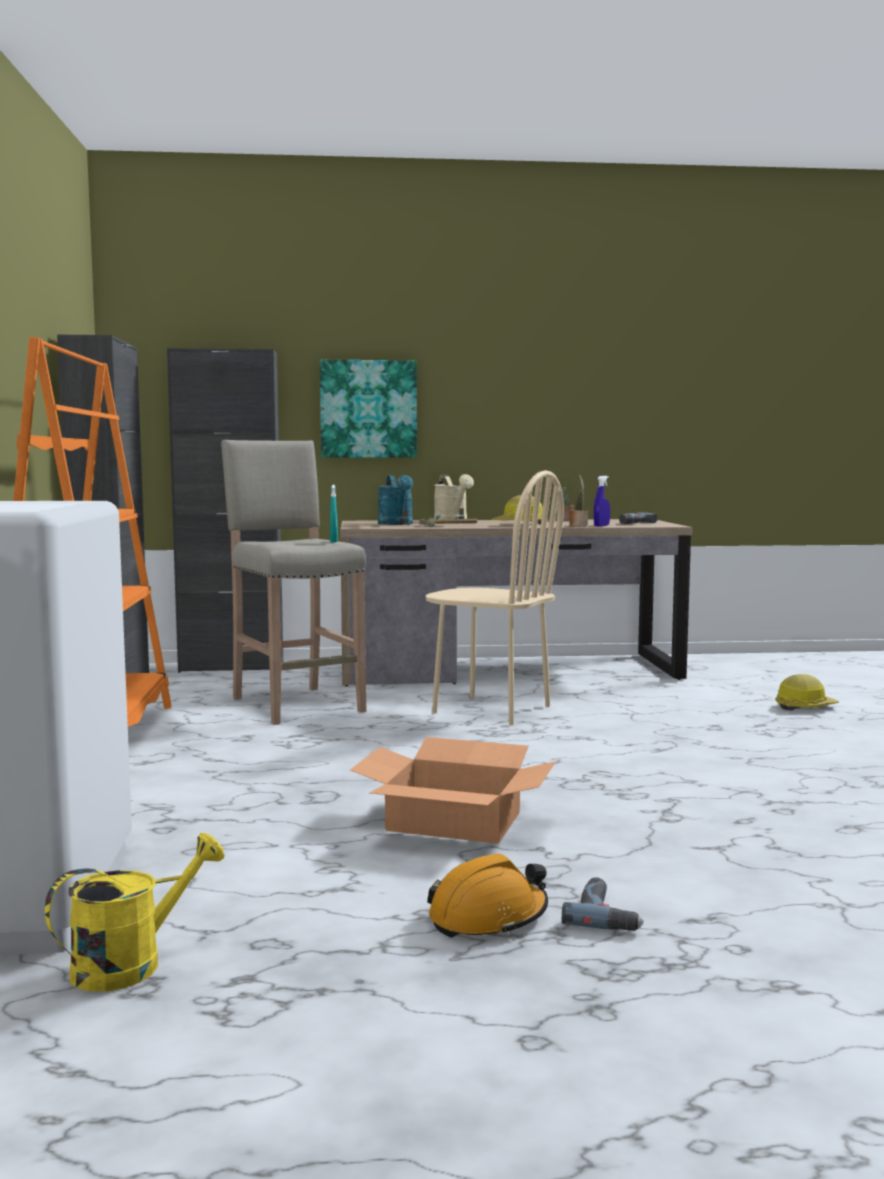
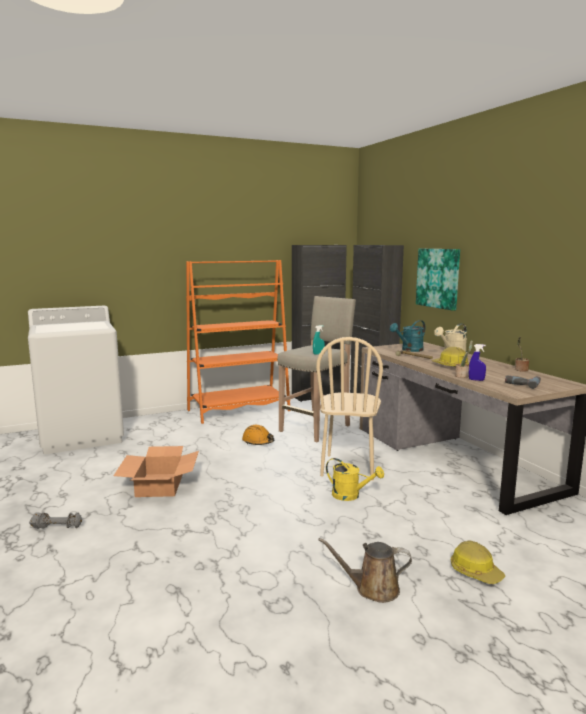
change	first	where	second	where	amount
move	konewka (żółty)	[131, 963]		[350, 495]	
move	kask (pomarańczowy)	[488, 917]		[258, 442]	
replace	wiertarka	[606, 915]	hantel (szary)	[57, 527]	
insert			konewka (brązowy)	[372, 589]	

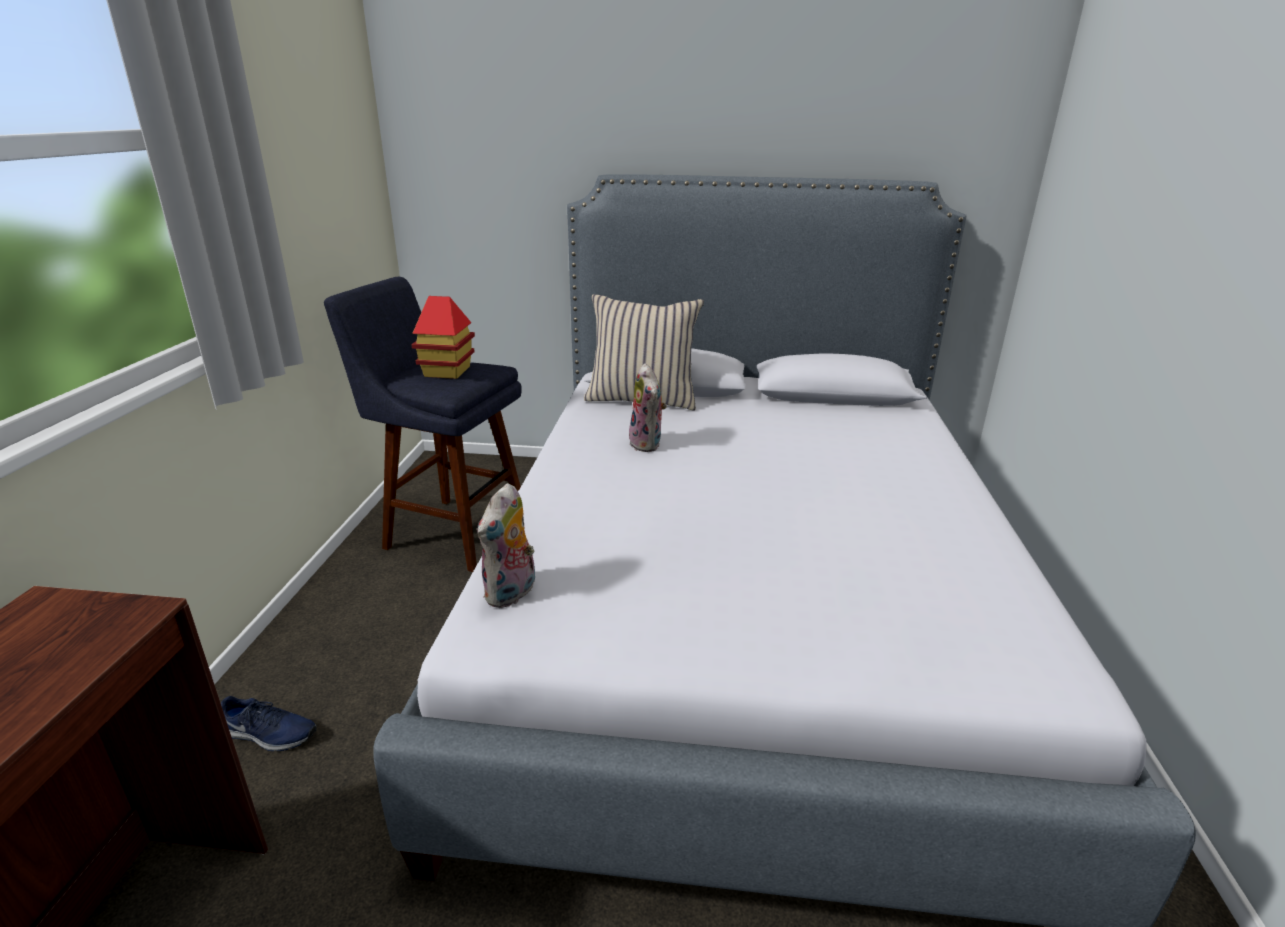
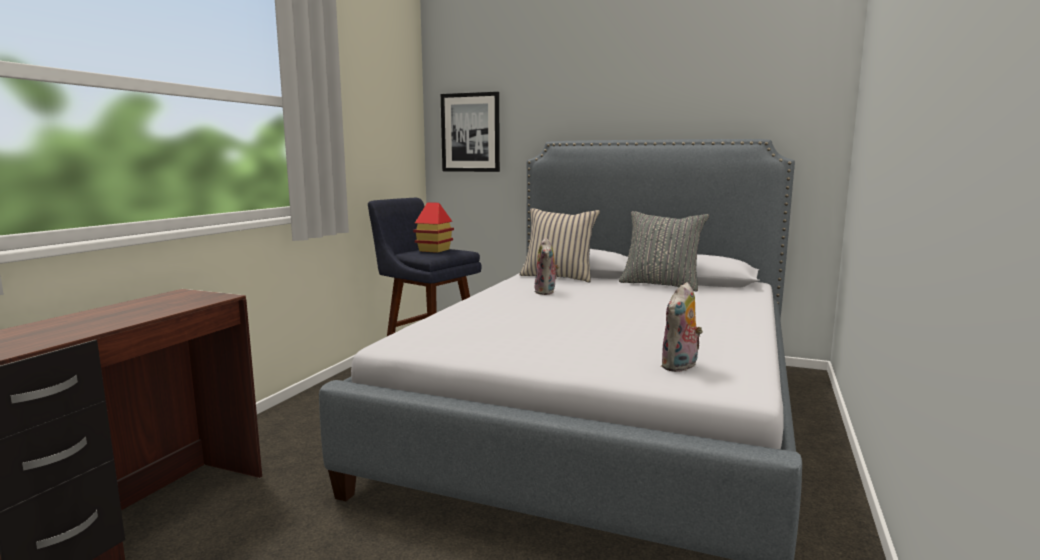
change	first	where	second	where	amount
delete	but (niebieski)	[268, 734]			
move	pluszak	[512, 594]		[680, 367]	
insert			obraz	[470, 132]	
insert			poduszka (szary)	[661, 284]	

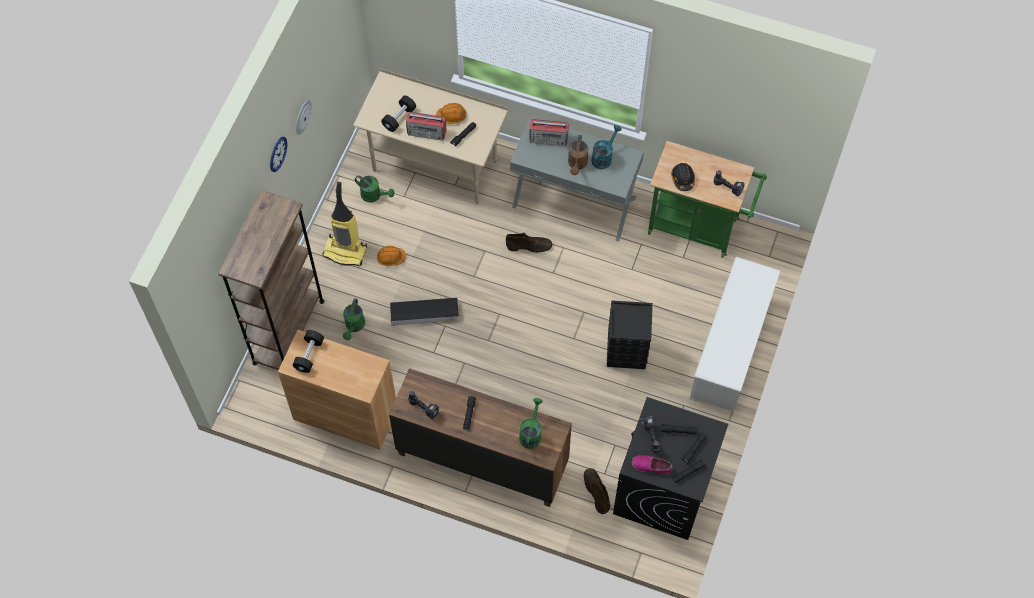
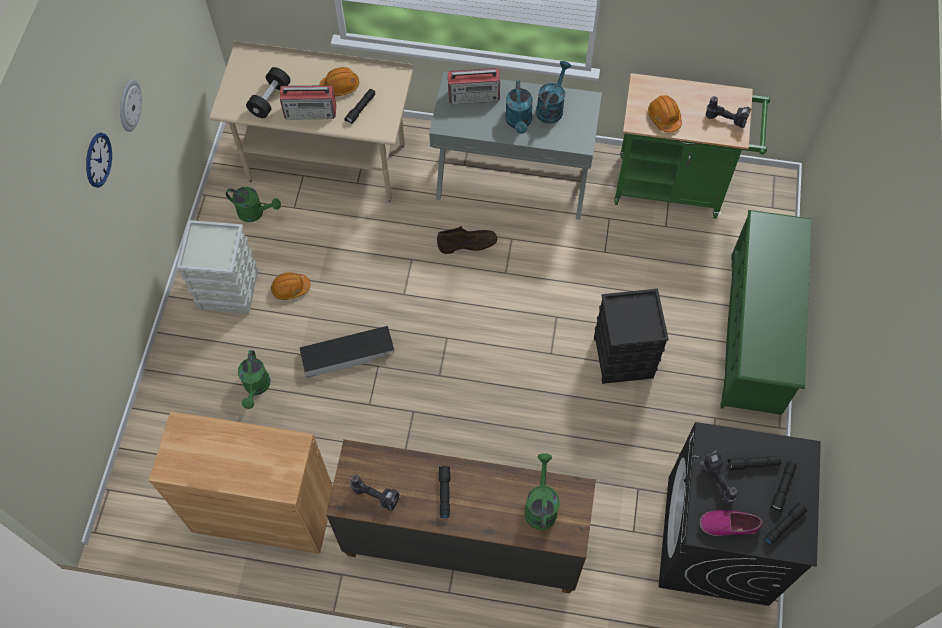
change	first	where	second	where	amount
delete	regał (brązowy)	[288, 332]			
delete	hantel (czarny)	[309, 355]			
replace	odkurzacz	[346, 251]	pojemnik do przechowywania (szary)	[229, 290]	
recolor	konewka (brązowy)	[577, 164]	konewka (turkusowy)	[519, 122]	
delete	but z cholewką (brązowy)	[596, 491]			
recolor	kask (czarny)	[682, 179]	kask (pomarańczowy)	[664, 117]	
recolor	regał na buty (biały)	[730, 349]	regał na buty (zielony)	[756, 333]	

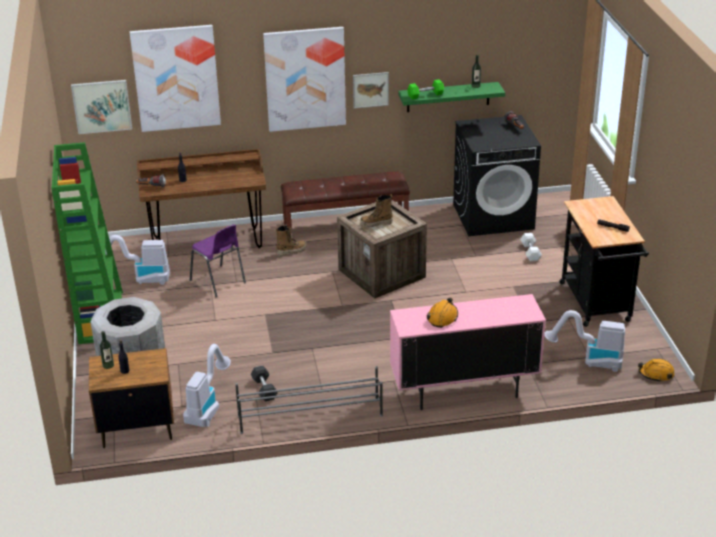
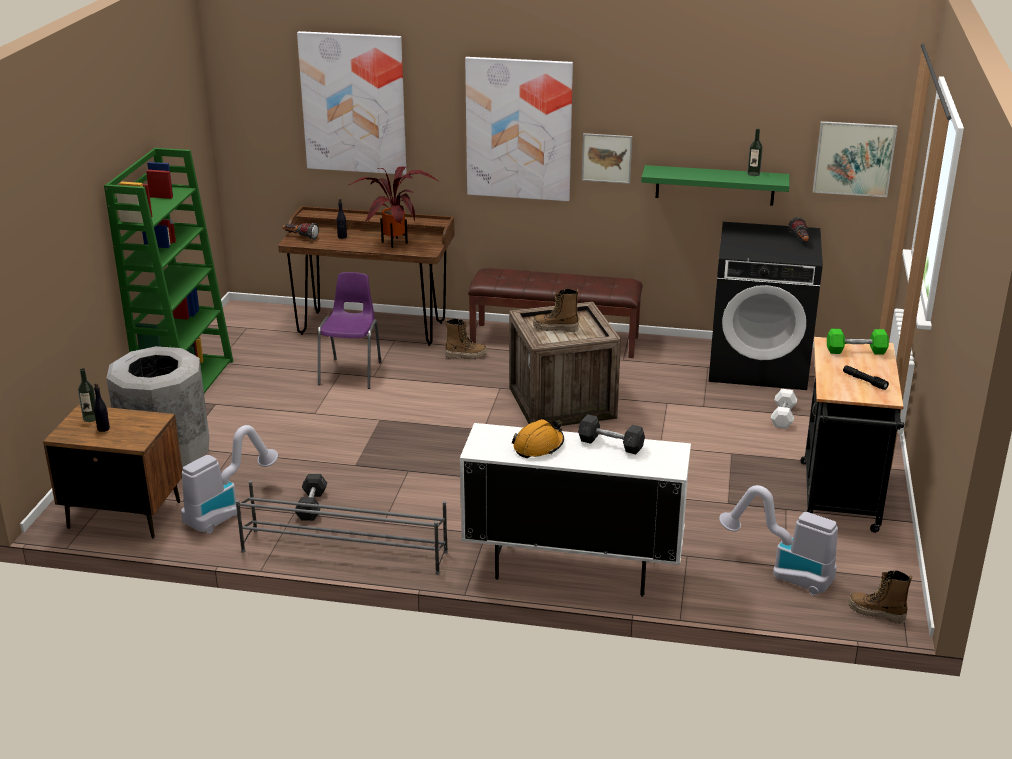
change	first	where	second	where	amount
move	obraz	[102, 106]		[854, 158]	
delete	odkurzacz	[140, 279]			
rotate	krzesło (fioletowy)	[218, 282]		[352, 373]	150 degrees counterclockwise
recolor	szafka (różowy)	[463, 391]	szafka (biały)	[572, 570]	
move	hantel (zielony)	[425, 95]		[856, 351]	
replace	kask (pomarańczowy)	[656, 374]	but z cholewką	[876, 613]	
insert			roślina doniczkowa	[394, 244]	
insert			hantel (szary)	[610, 444]	

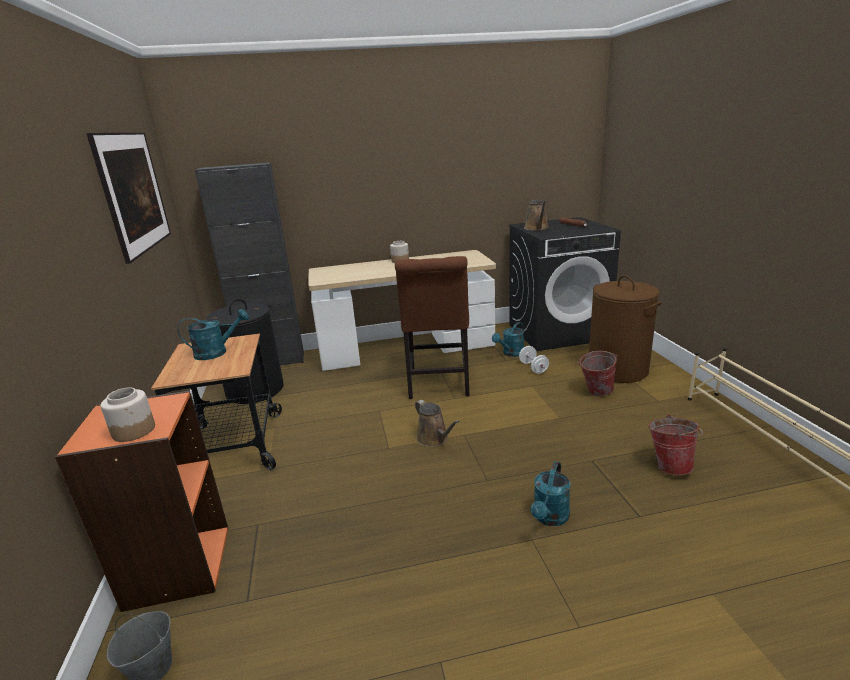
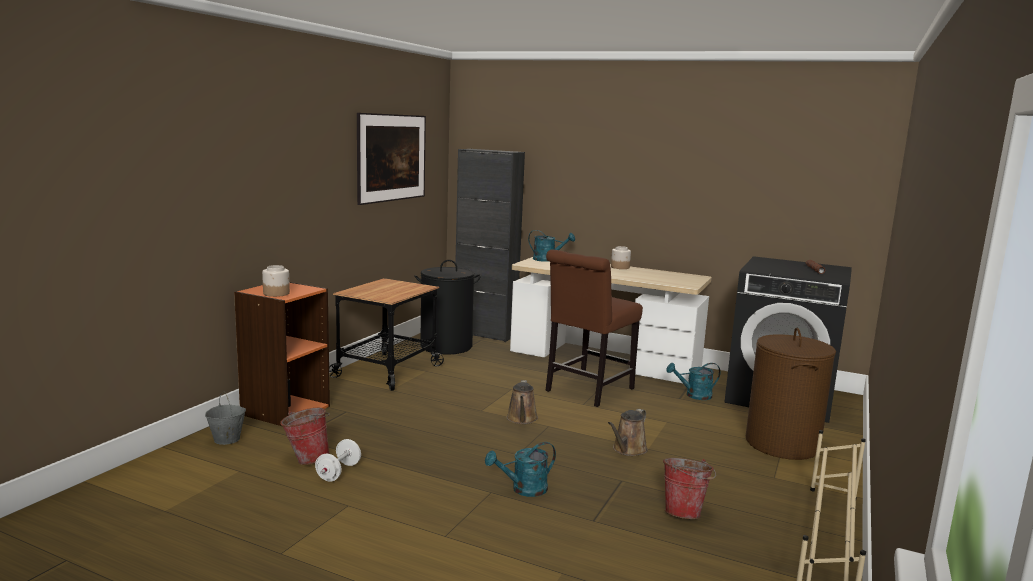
change	first	where	second	where	amount
move	konewka (turkusowy)	[217, 352]		[548, 260]	
move	hantel (biały)	[533, 368]		[338, 472]	
move	konewka (brązowy)	[537, 228]		[628, 450]	
move	wiadro	[595, 392]		[306, 459]	

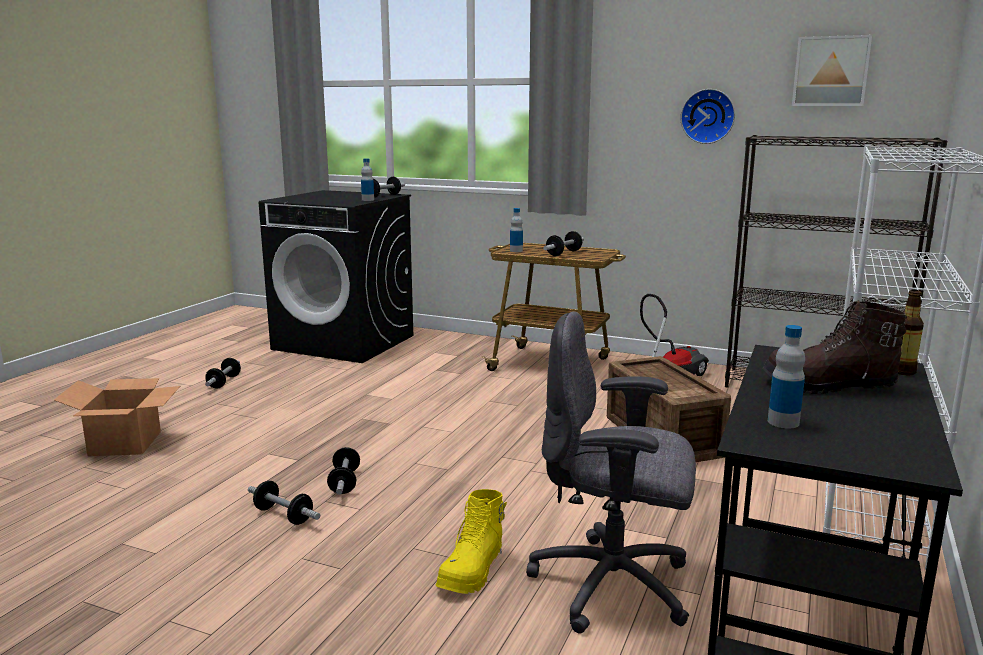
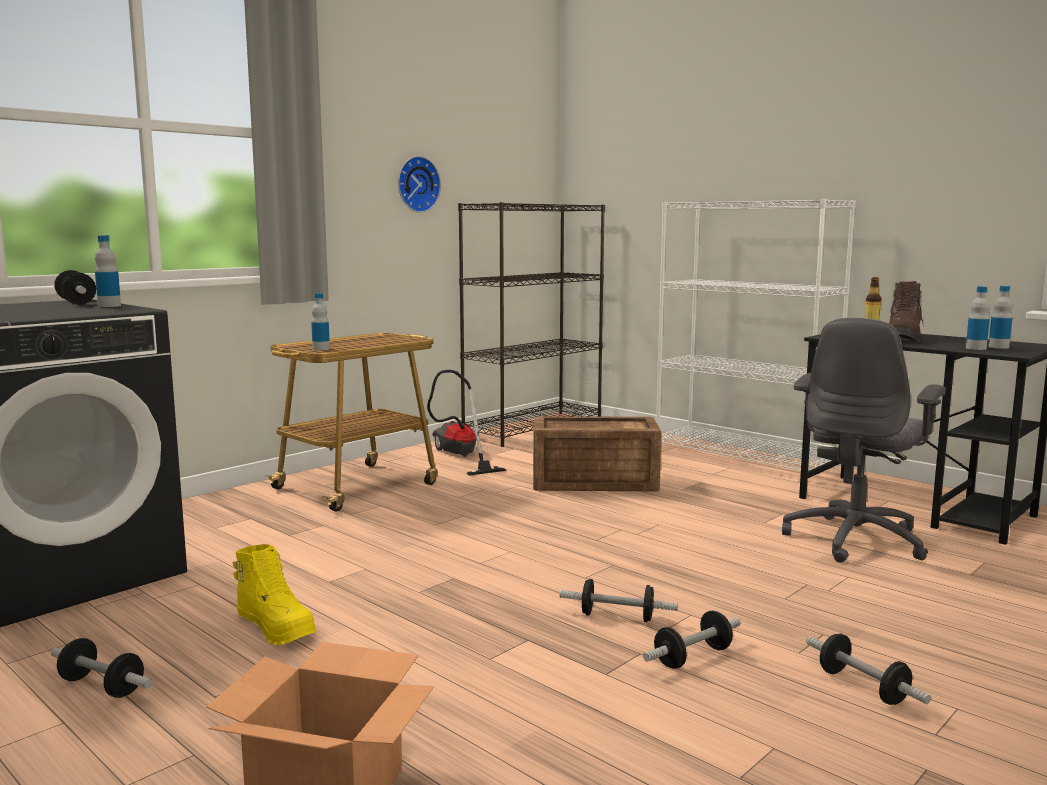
change	first	where	second	where	amount
move	but z cholewką (żółty)	[473, 571]		[277, 628]	
move	hantel	[564, 253]		[863, 687]	
delete	obraz	[830, 71]			
insert			butelka	[998, 347]	

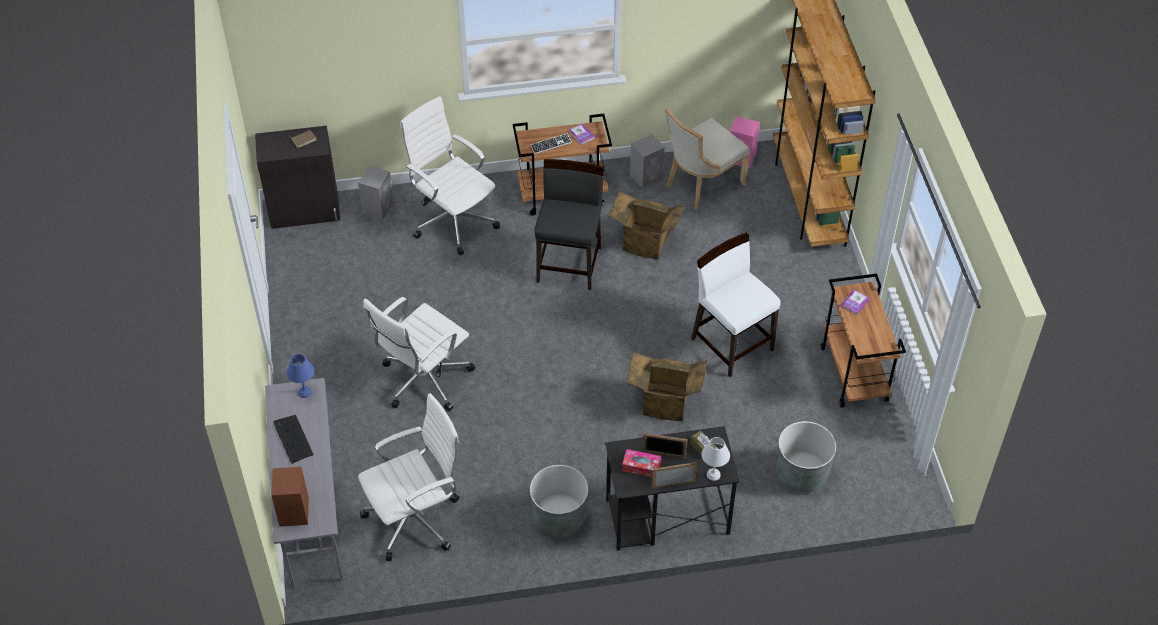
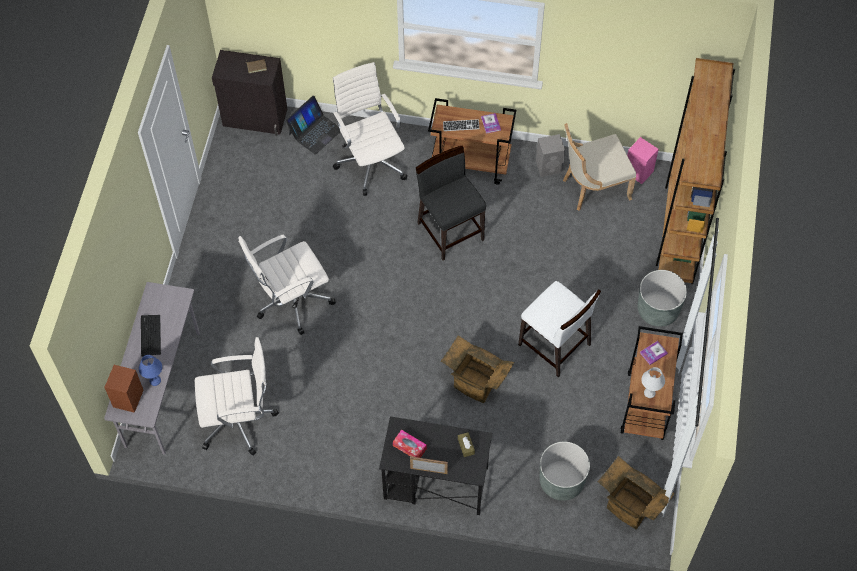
change	first	where	second	where	amount
move	lampa stołowa (niebieski)	[305, 392]		[155, 381]	
replace	głośnik (szary)	[378, 208]	laptop	[315, 131]	
move	donica (szary)	[559, 517]		[658, 310]	
rotate	krzesło (czarny)	[570, 264]		[450, 230]	60 degrees counterclockwise
move	karton	[644, 243]		[629, 506]	
delete	ramka na zdjęcie	[663, 455]			
rotate	krzesło (biały)	[732, 343]		[554, 345]	150 degrees clockwise
move	lampa stołowa (biały)	[712, 474]		[649, 392]	

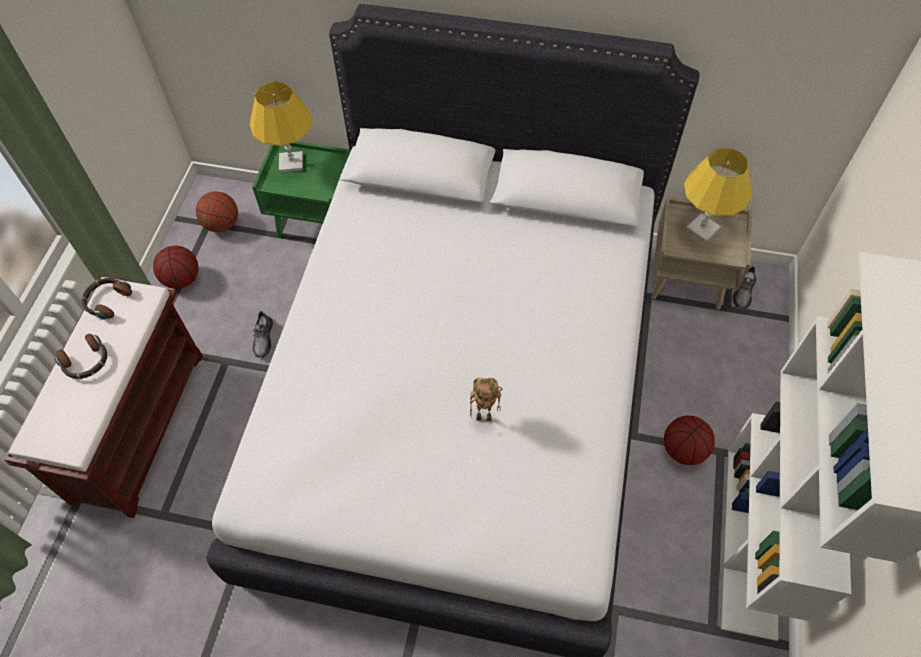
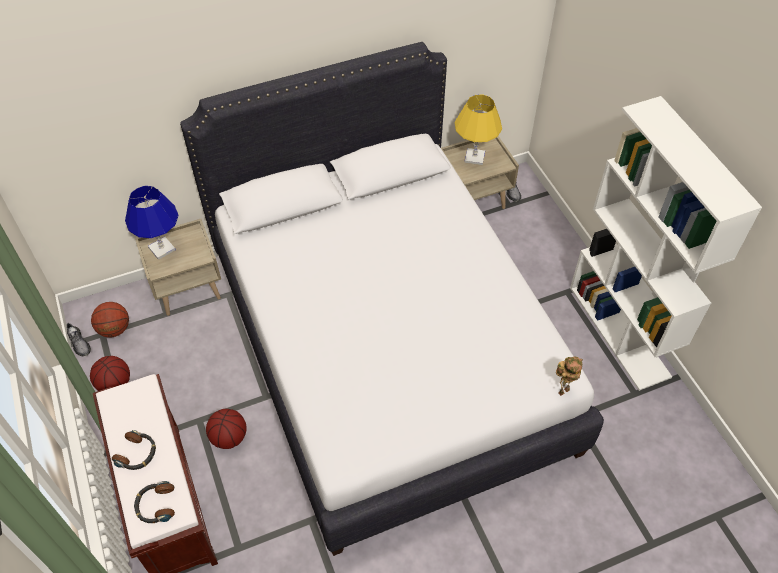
change	first	where	second	where	amount
move	słuchawki	[107, 300]		[155, 505]	
recolor	lampa stołowa (żółty)	[291, 162]	lampa stołowa (niebieski)	[162, 248]	
recolor	szafka nocna (zielony)	[316, 221]	szafka nocna (beżowy)	[189, 289]	
move	but (szary)	[263, 338]		[79, 343]	
move	robot zabawkowy	[485, 416]		[563, 390]	
move	piłka do koszykówki	[684, 450]		[229, 437]	

